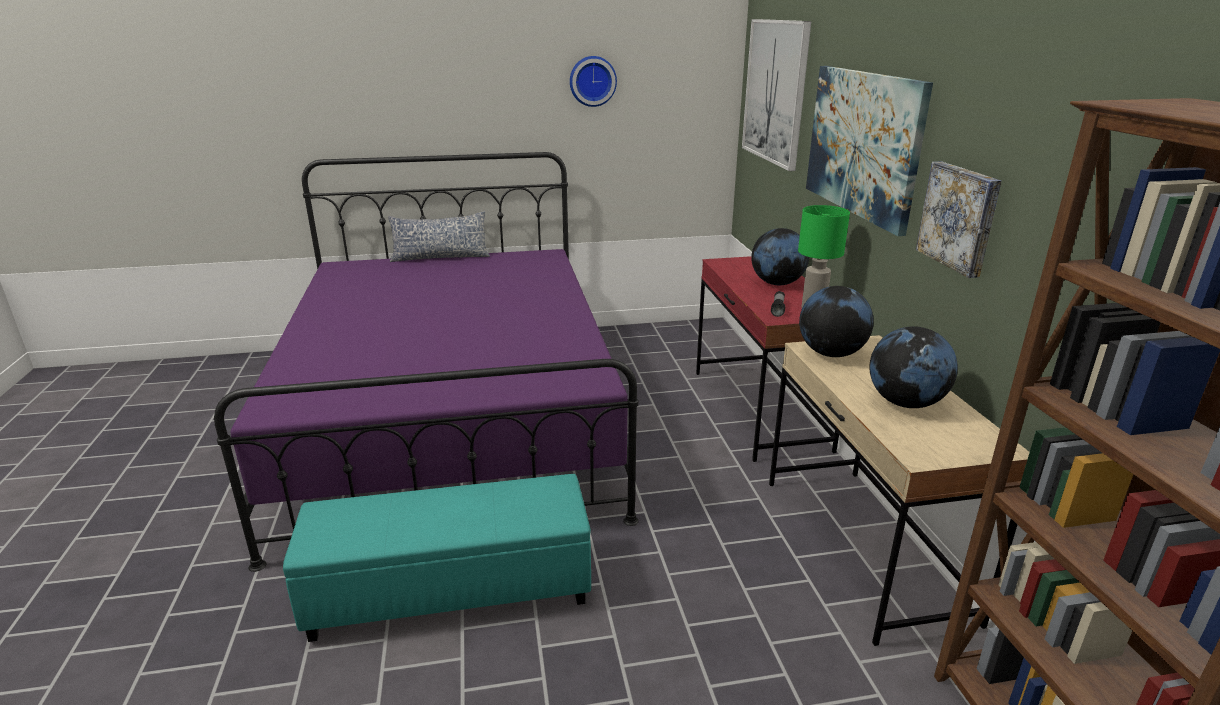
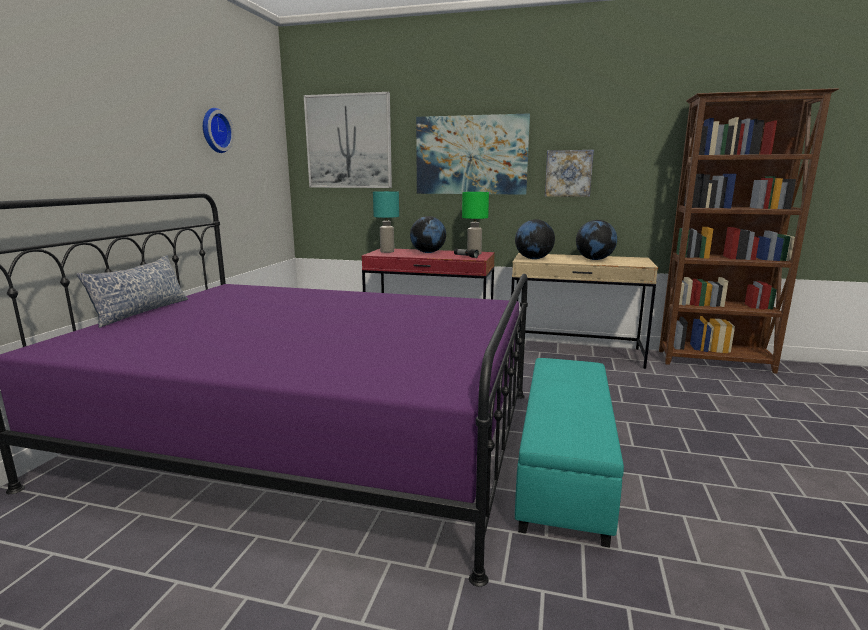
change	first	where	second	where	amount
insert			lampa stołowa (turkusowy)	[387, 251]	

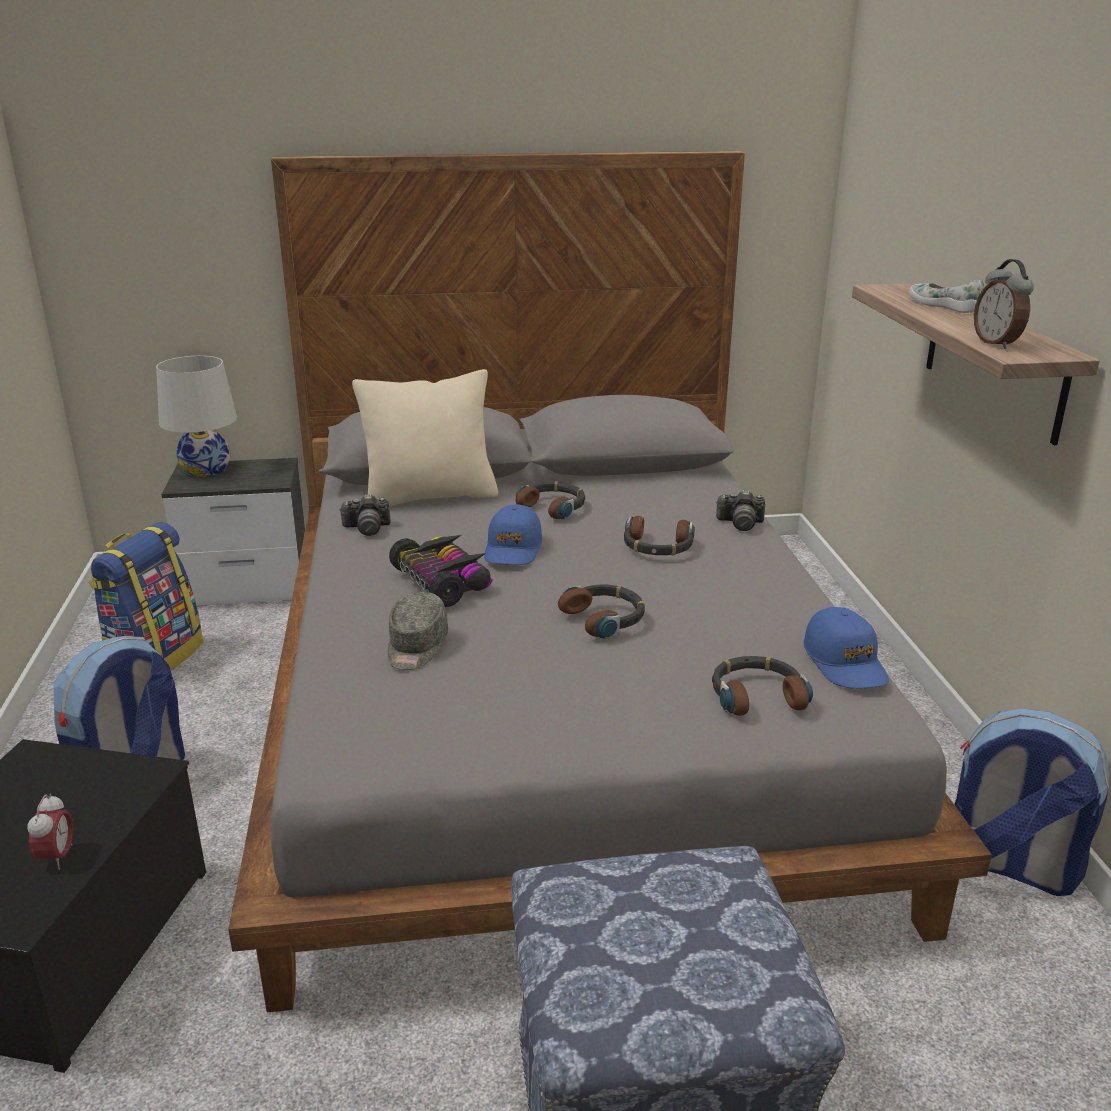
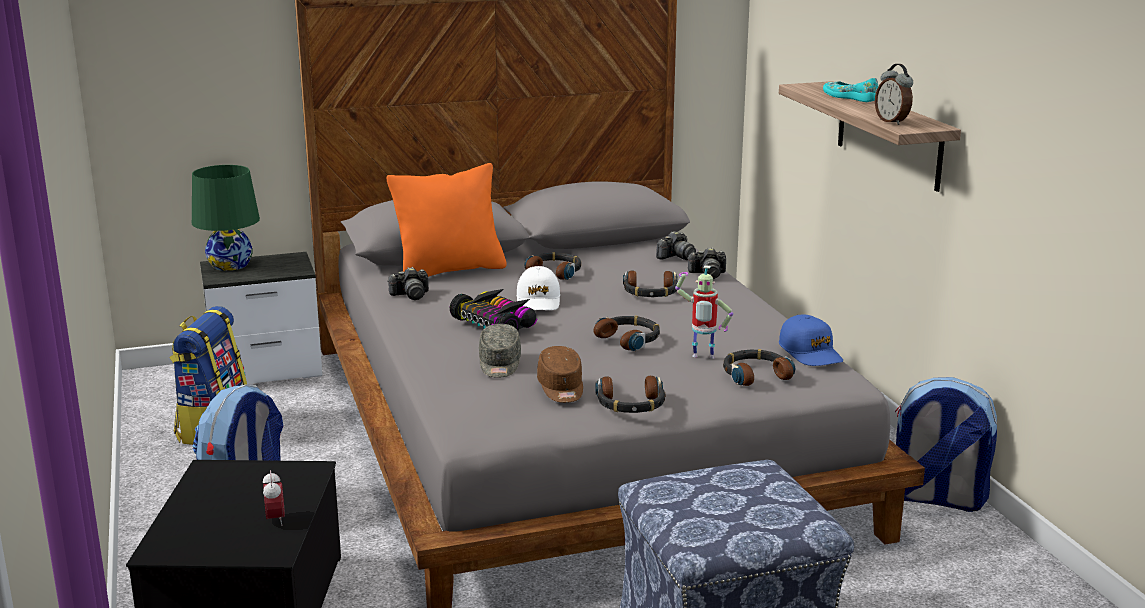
change	first	where	second	where	amount
recolor	lampa stołowa (biały)	[206, 470]	lampa stołowa (zielony)	[230, 265]	
recolor	poduszka (beżowy)	[430, 497]	poduszka (pomarańczowy)	[450, 271]	
recolor	czapka z daszkiem (niebieski)	[513, 549]	czapka z daszkiem (biały)	[538, 301]	
recolor	but (biały)	[945, 306]	but (turkusowy)	[850, 97]	
insert			czapka z daszkiem (brązowy)	[561, 388]	
insert			słuchawki	[630, 405]	
insert			aparat fotograficzny	[676, 257]	
insert			robot zabawkowy	[702, 358]	

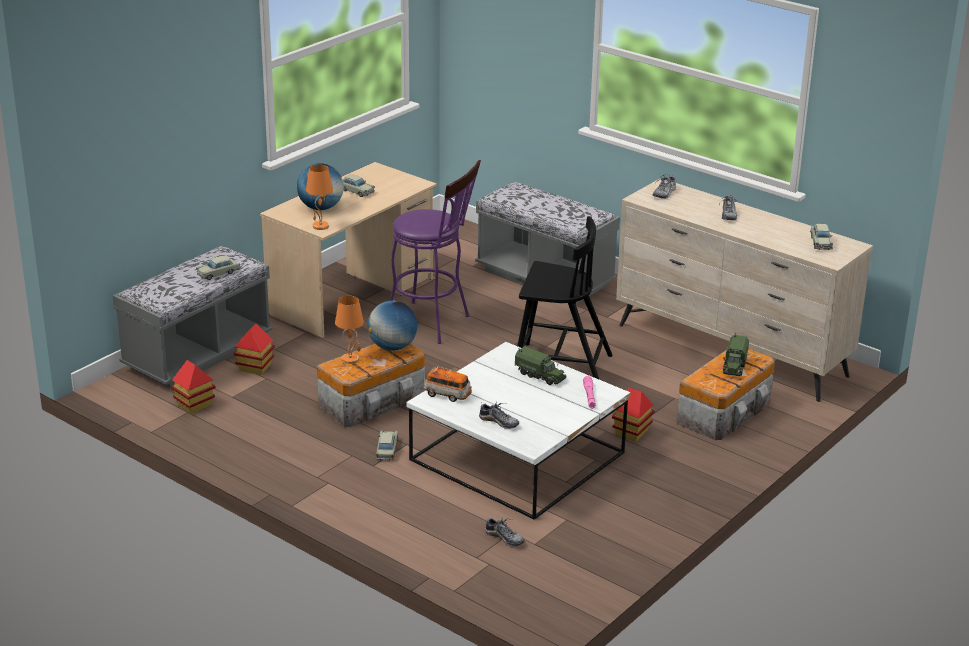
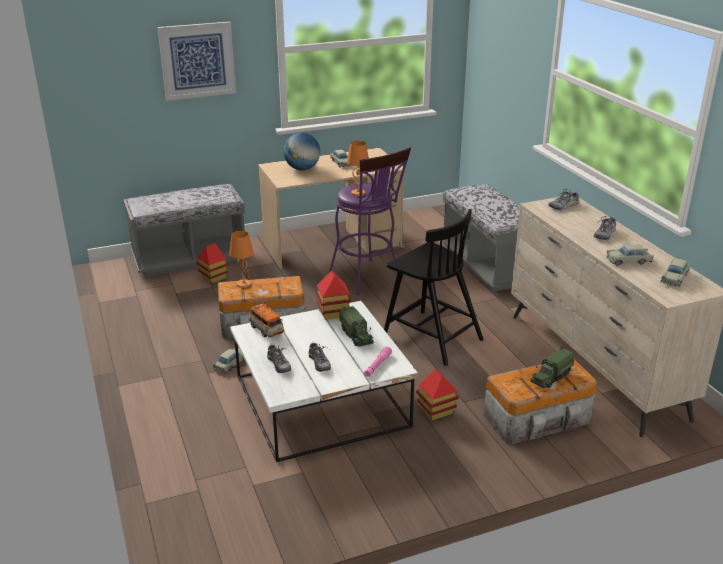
change	first	where	second	where	amount
move	domek	[194, 405]		[333, 313]	
move	samochodzik (beżowy)	[218, 273]		[628, 261]	
move	lampa stołowa (pomarańczowy)	[320, 226]		[357, 193]	
delete	globus	[392, 347]			
move	but	[504, 538]		[319, 363]	
insert			obraz	[197, 60]	

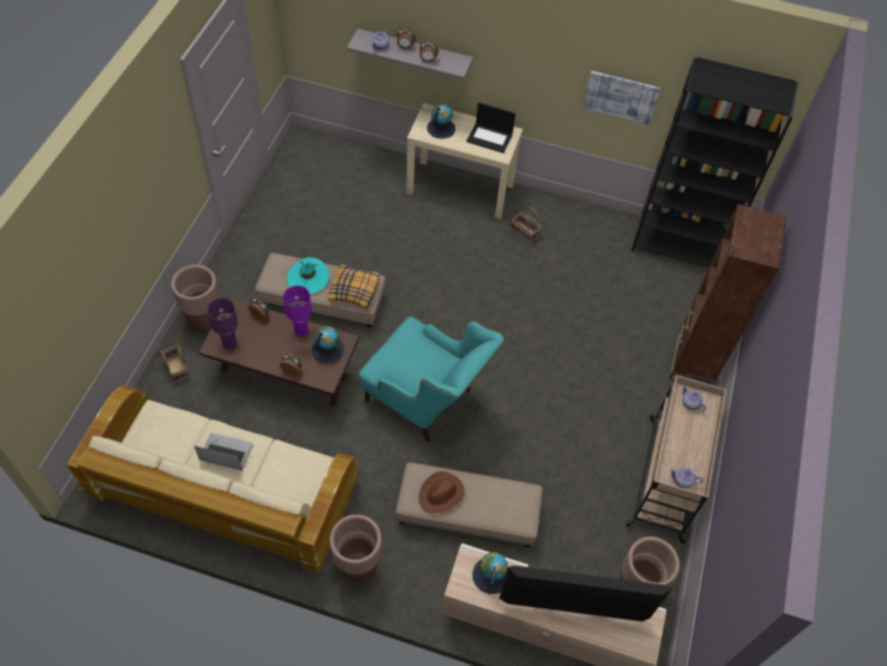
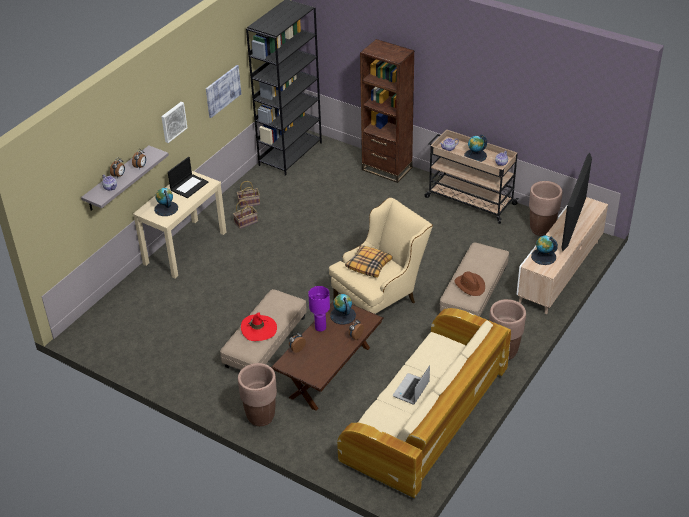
change	first	where	second	where	amount
move	koszyk	[178, 369]		[249, 203]	
delete	lampa stołowa (fioletowy)	[230, 343]			
recolor	kapelusz (turkusowy)	[308, 278]	kapelusz (czerwony)	[259, 329]	
move	poduszka	[354, 290]		[369, 265]	
recolor	fotel (turkusowy)	[427, 401]	fotel (beżowy)	[380, 297]	
insert			obraz	[173, 121]	
insert			globus	[475, 156]	

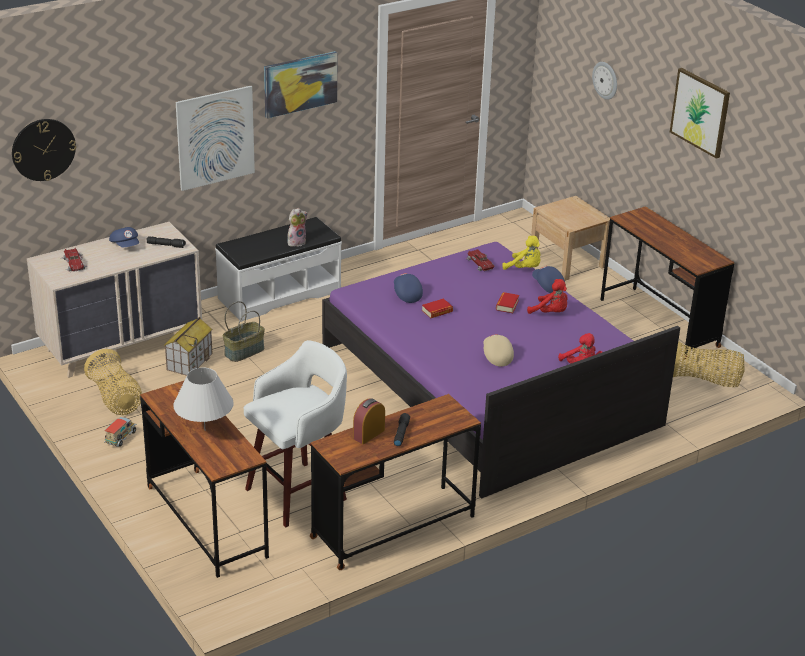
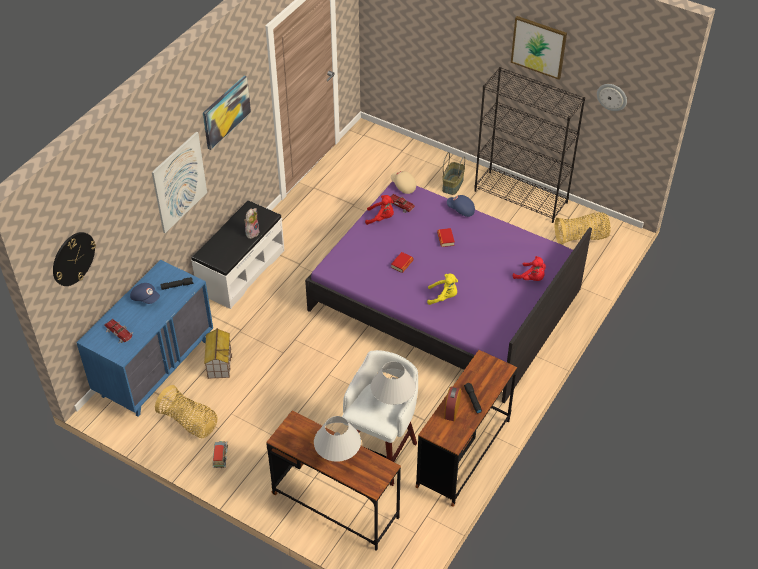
change	first	where	second	where	amount
recolor	komoda (beżowy)	[121, 344]	komoda (niebieski)	[155, 367]	
move	koszyk	[244, 351]		[452, 184]	
delete	czapka z daszkiem (niebieski)	[406, 294]			
move	czapka z daszkiem (beżowy)	[496, 356]		[403, 186]	
move	pluszak (żółty)	[524, 268]		[443, 297]	
move	pluszak (czerwony)	[550, 313]		[381, 218]	
delete	szafka nocna (beżowy)	[567, 261]			
move	zegar ścienny	[605, 80]		[612, 96]	
replace	biurko (brązowy)	[659, 323]	regał (czarny)	[521, 197]	
insert			lampa stołowa (biały)	[393, 401]	

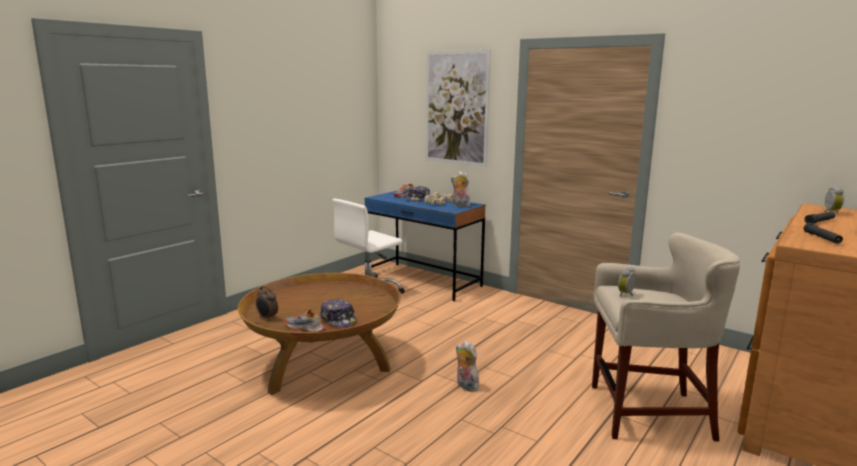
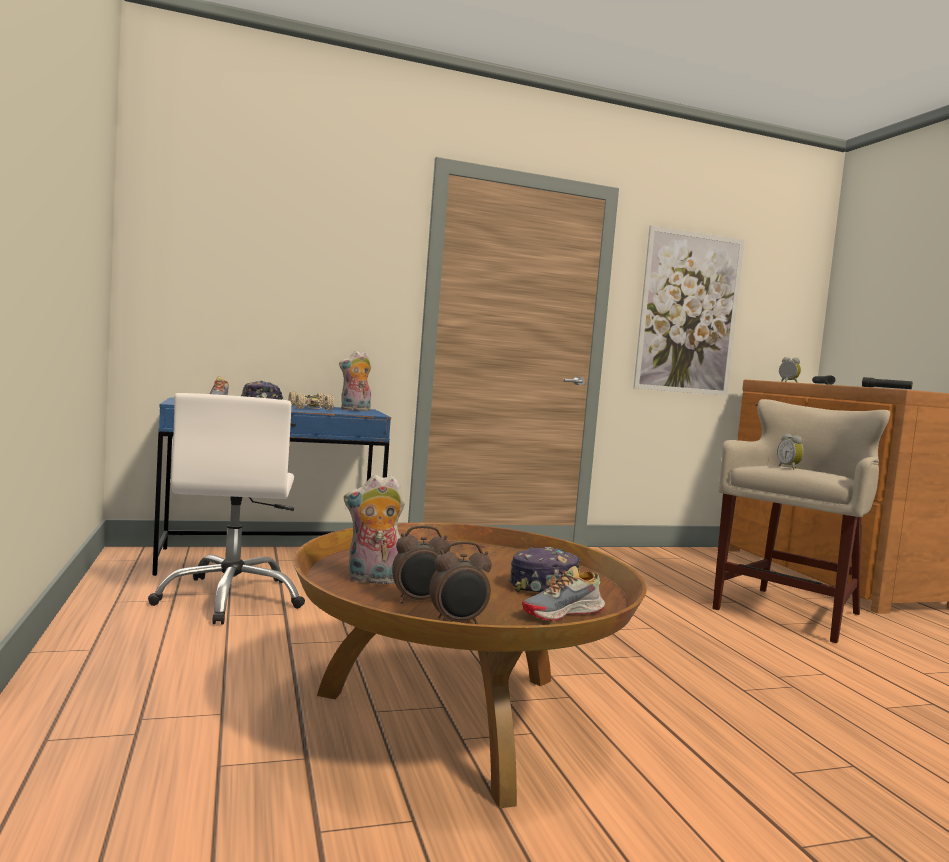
change	first	where	second	where	amount
move	obraz	[456, 108]		[688, 313]	
move	pluszak	[465, 386]		[373, 580]	
insert			budzik	[418, 601]	

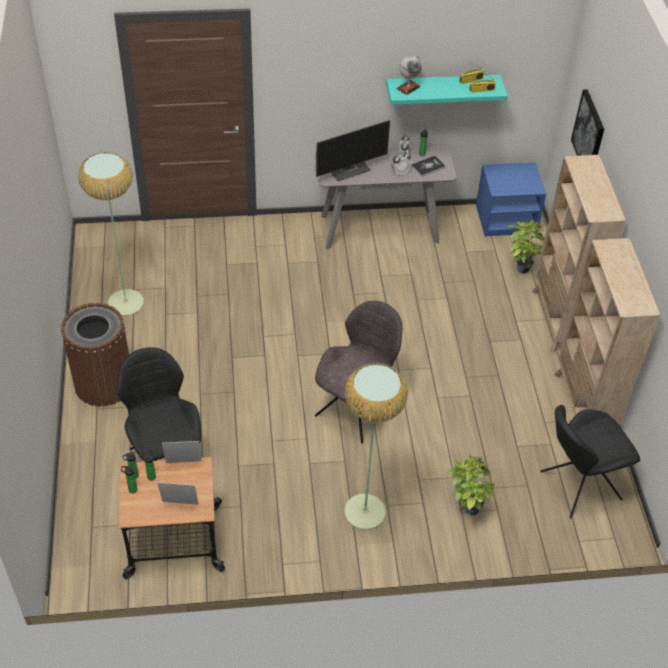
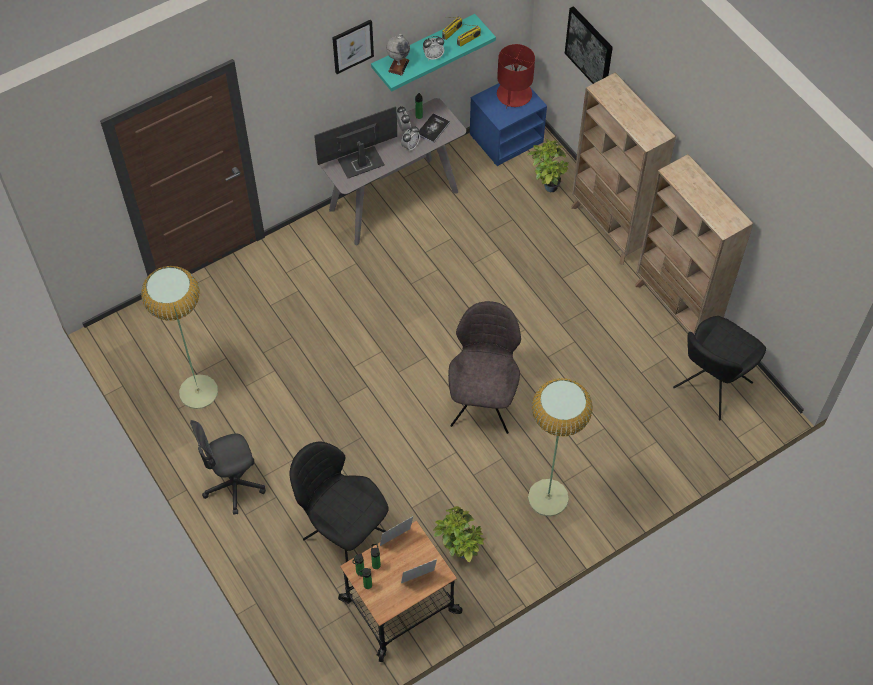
change	first	where	second	where	amount
replace	kosz na śmieci (brązowy)	[104, 383]	krzesło biurowe (szary)	[234, 486]	
rotate	monitor	[349, 169]		[360, 163]	150 degrees counterclockwise
move	roślina doniczkowa	[467, 506]		[459, 551]	
insert			obraz	[352, 46]	
insert			budzik	[433, 56]	
insert			lampa stołowa (czerwony)	[514, 95]	

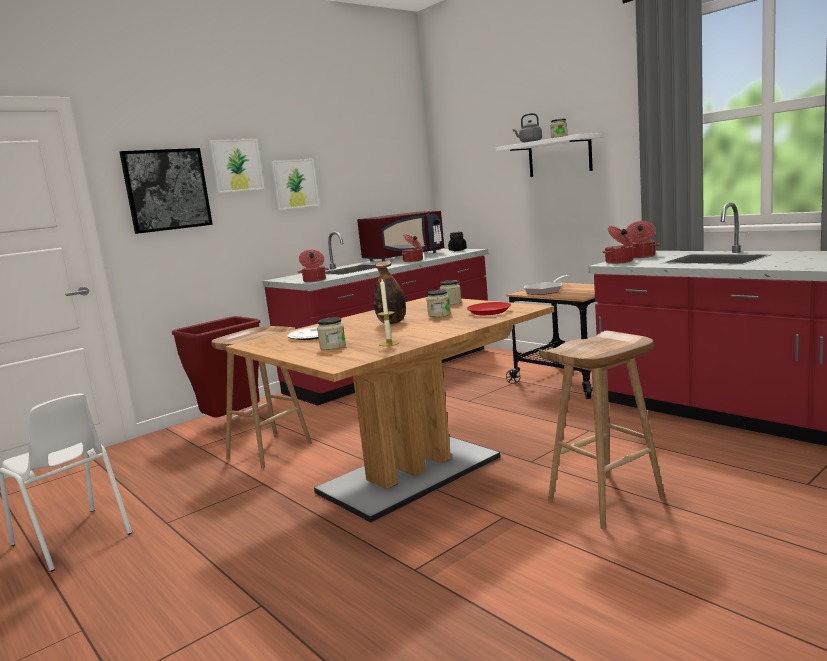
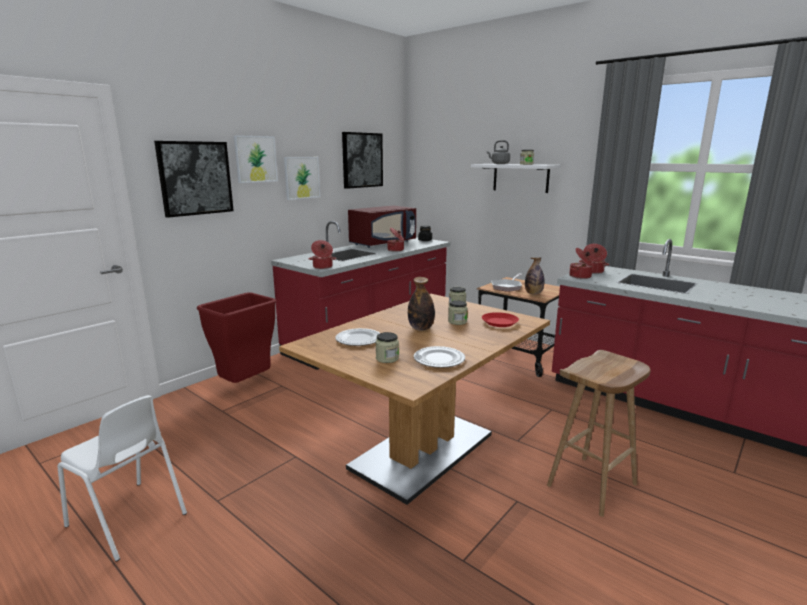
change	first	where	second	where	amount
delete	stołek (brązowy)	[270, 450]			
replace	świeca	[389, 343]	talerz	[438, 359]	
insert			obraz	[362, 160]	
insert			butelka	[533, 293]	

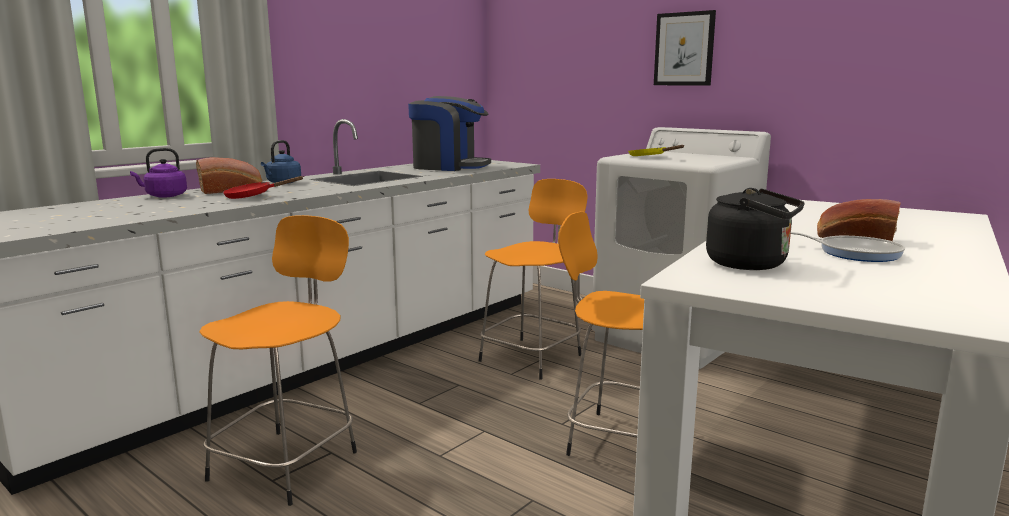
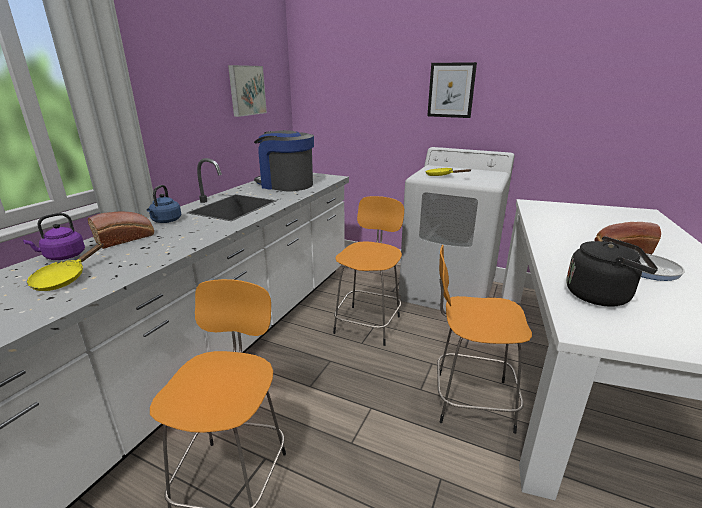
change	first	where	second	where	amount
delete	patelnia (czerwony)	[253, 196]			
rotate	ekspres do kawy	[449, 167]		[286, 184]	150 degrees counterclockwise
insert			patelnia (żółty)	[64, 279]	
insert			obraz	[246, 90]	

